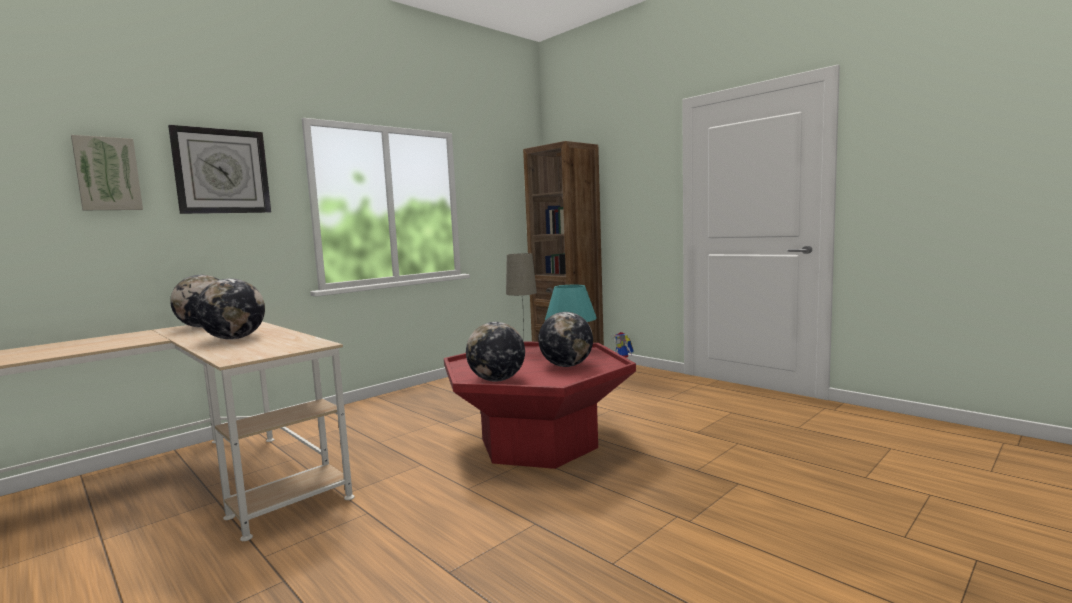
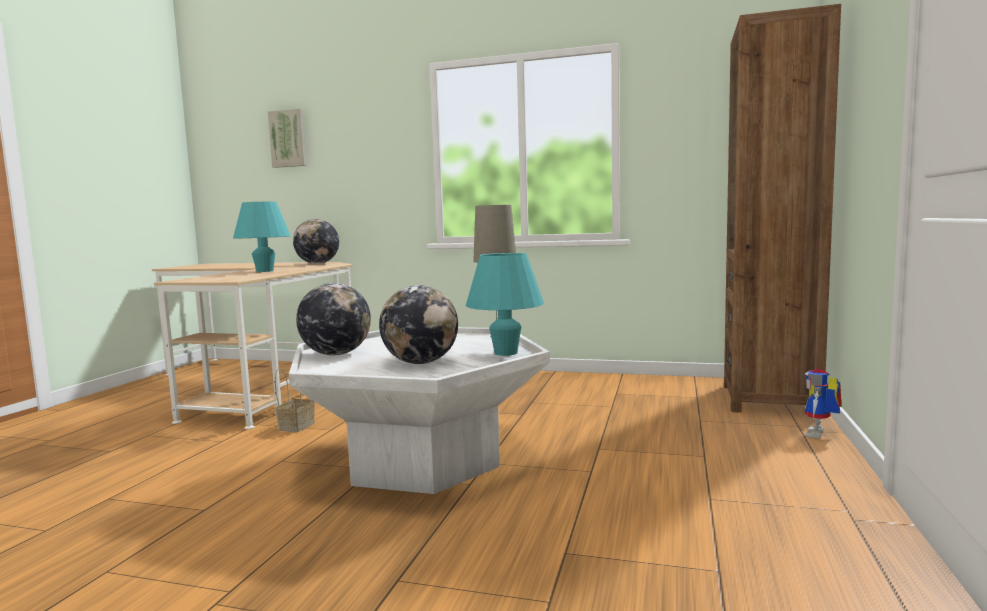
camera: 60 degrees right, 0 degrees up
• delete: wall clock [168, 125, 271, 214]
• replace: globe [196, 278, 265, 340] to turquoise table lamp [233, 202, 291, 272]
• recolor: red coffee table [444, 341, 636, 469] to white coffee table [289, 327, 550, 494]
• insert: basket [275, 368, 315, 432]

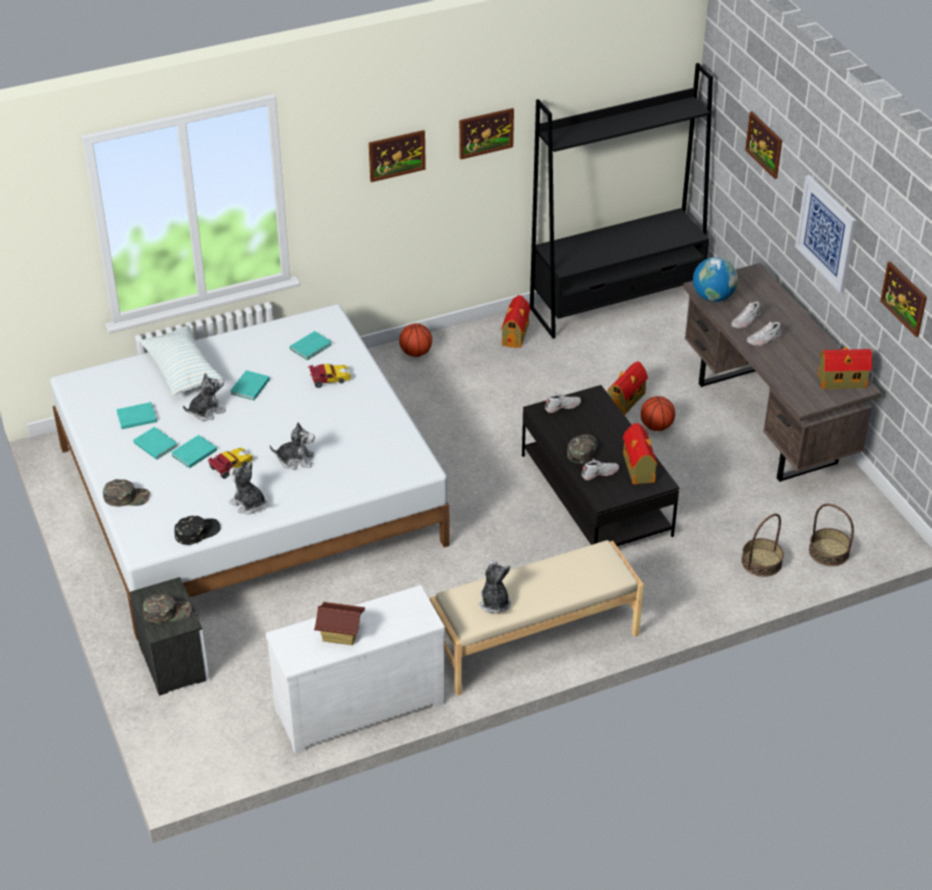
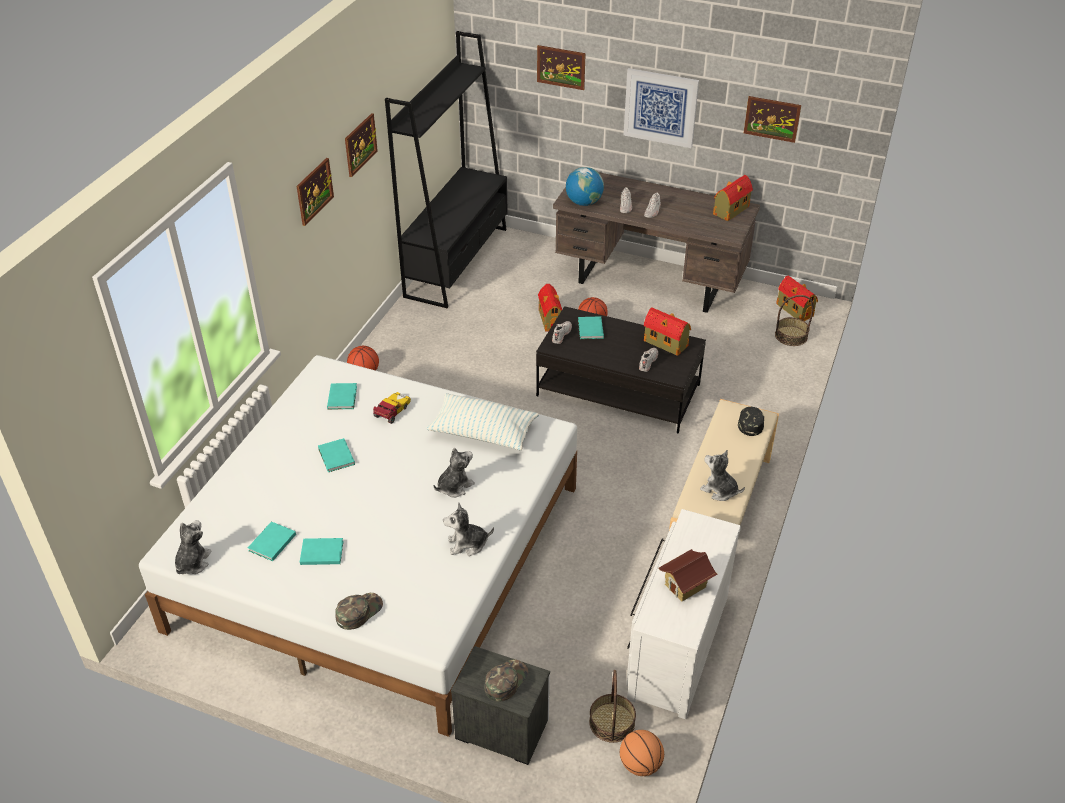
camera: 45 degrees left, 0 degrees up
• move: pillow [139, 325, 224, 395] to [426, 393, 539, 451]
• move: turquoise book [171, 435, 217, 468] to [578, 316, 604, 339]
• move: black cap [175, 516, 221, 545] to [738, 407, 764, 436]
• move: plush toy [183, 372, 226, 421] to [175, 520, 212, 574]
• delete: toy car [208, 447, 253, 479]
• move: toy house [501, 295, 530, 348] to [776, 275, 818, 321]
• delete: green cap [567, 435, 598, 464]
• move: basket [741, 514, 784, 577] to [589, 670, 636, 743]
• insert: basketball [620, 730, 664, 776]

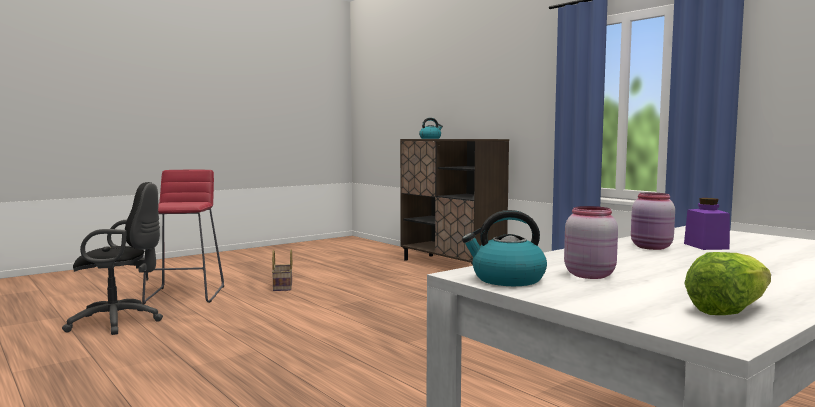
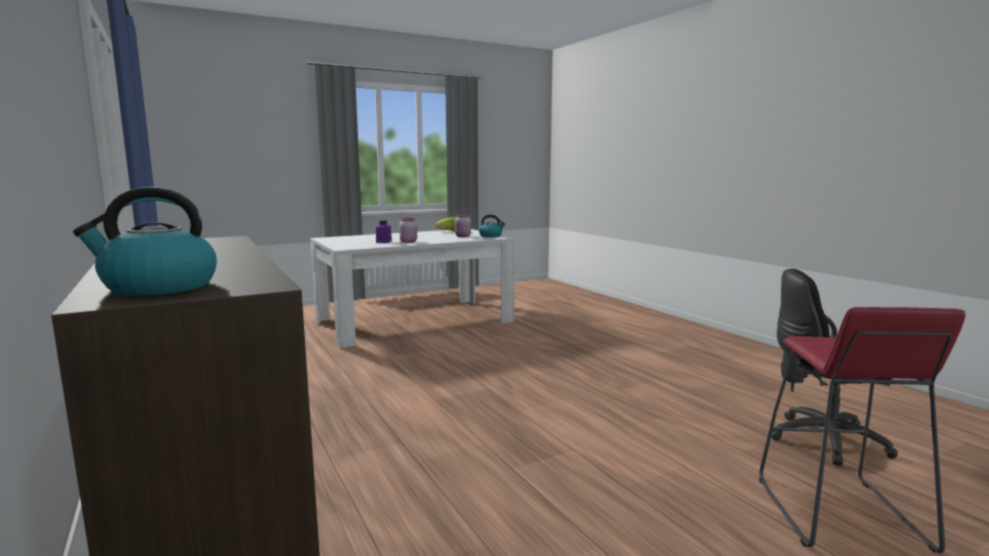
camera: 170 degrees left, 5 degrees up
• delete: basket [272, 249, 293, 291]

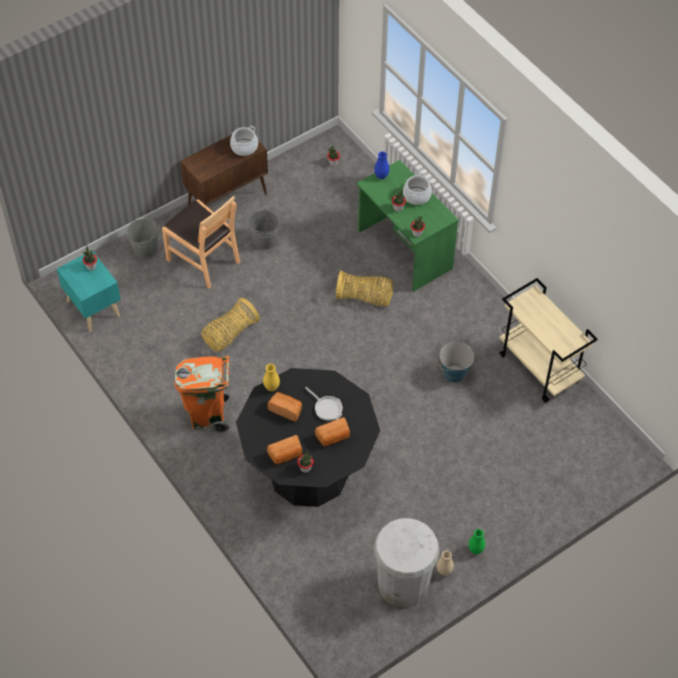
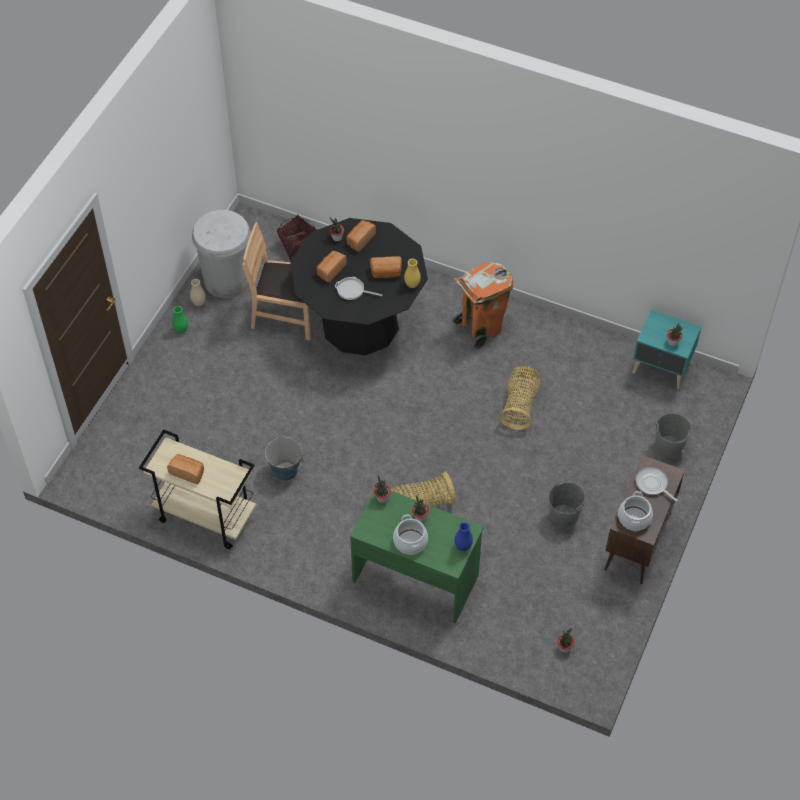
camera: 150 degrees right, 0 degrees up
• move: brown chair [162, 196, 240, 288] to [242, 222, 311, 340]
• insert: bread [167, 454, 204, 484]
• insert: basket [277, 215, 316, 260]
• insert: frying pan [636, 467, 678, 502]

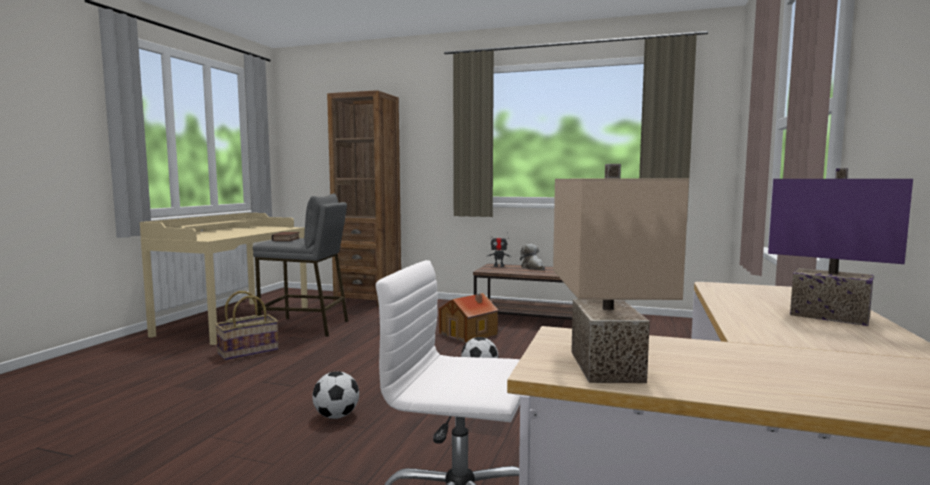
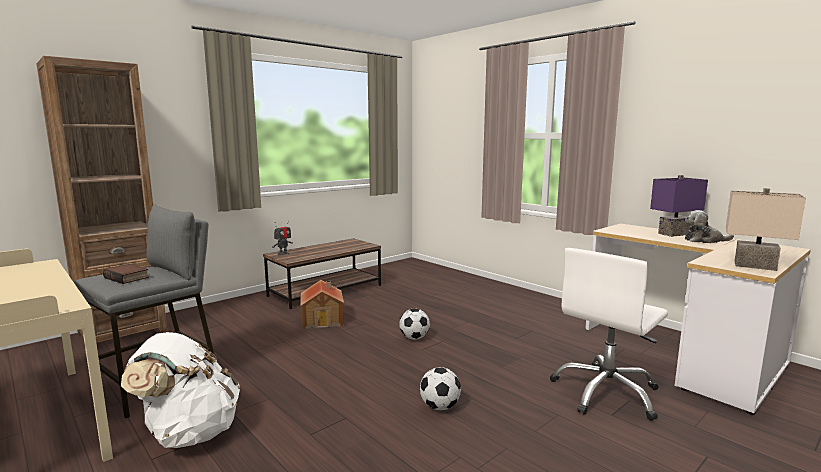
camera: 60 degrees left, 5 degrees up
• replace: basket [215, 291, 278, 361] to white backpack [121, 332, 240, 448]
• move: plush toy [520, 244, 545, 270] to [685, 210, 734, 243]

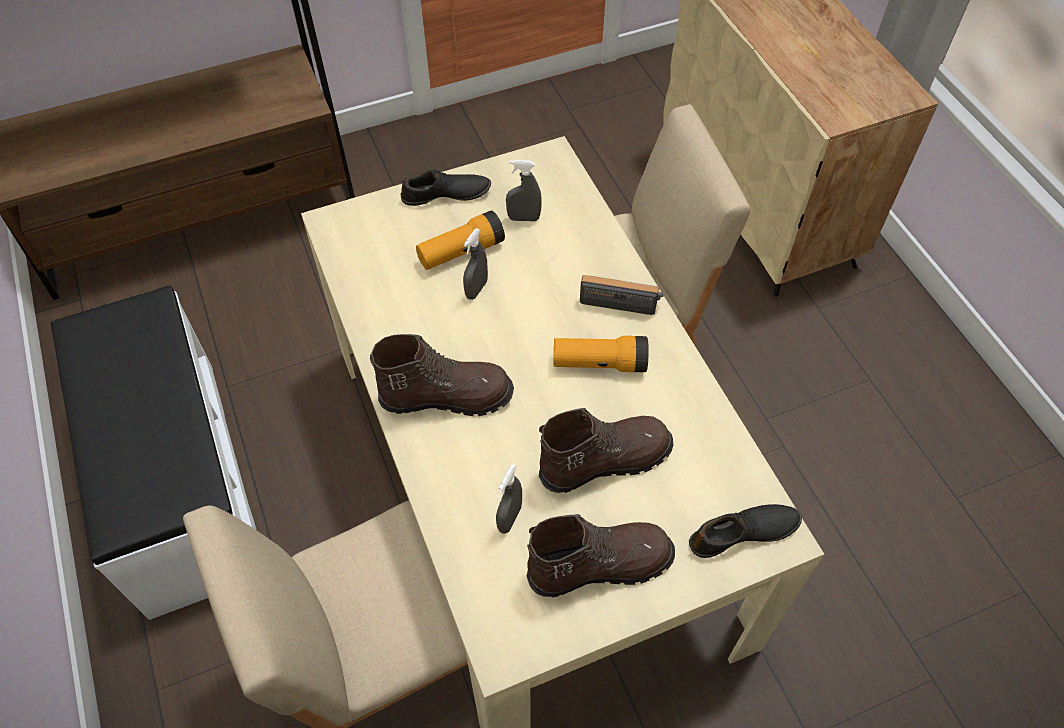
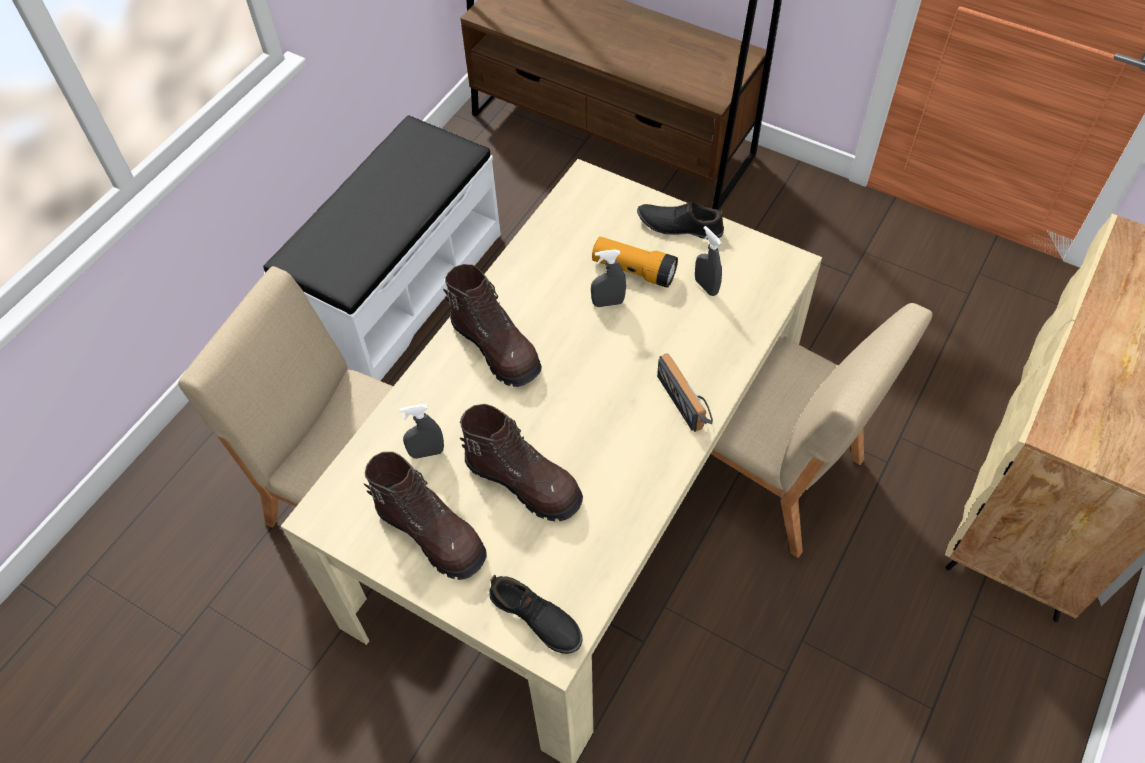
camera: 55 degrees right, 0 degrees up
• rotate: black shoe [401, 169, 491, 206] = [637, 202, 724, 239] 150 degrees clockwise
• delete: flashlight [554, 336, 649, 372]

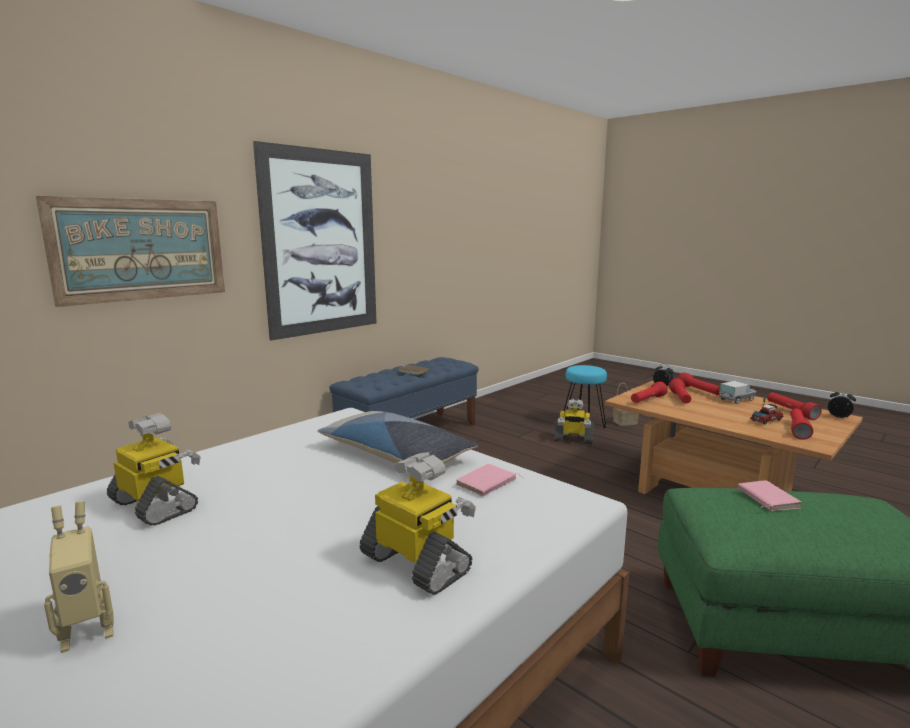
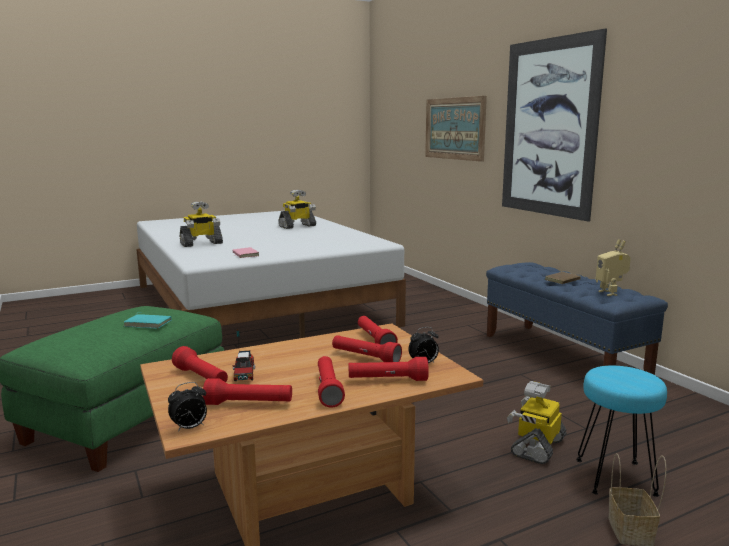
camera: 110 degrees right, 0 degrees up
• move: toy robot [44, 501, 114, 653] to [596, 239, 631, 296]
• delete: pillow [317, 411, 478, 464]
• replace: toy truck [719, 381, 756, 404] to red flashlight [318, 356, 345, 408]
• recolor: pink book [738, 480, 801, 511] to turquoise book [124, 312, 172, 329]

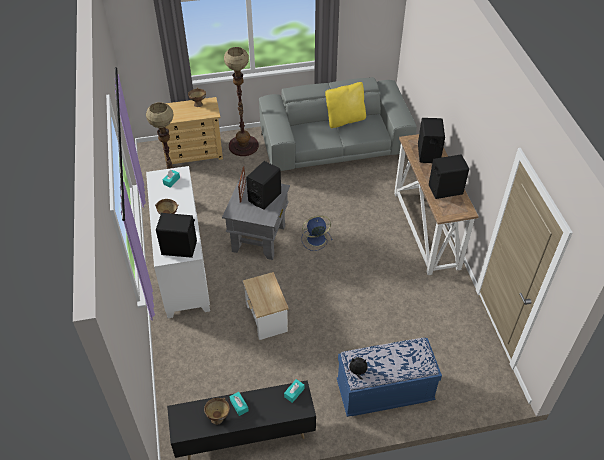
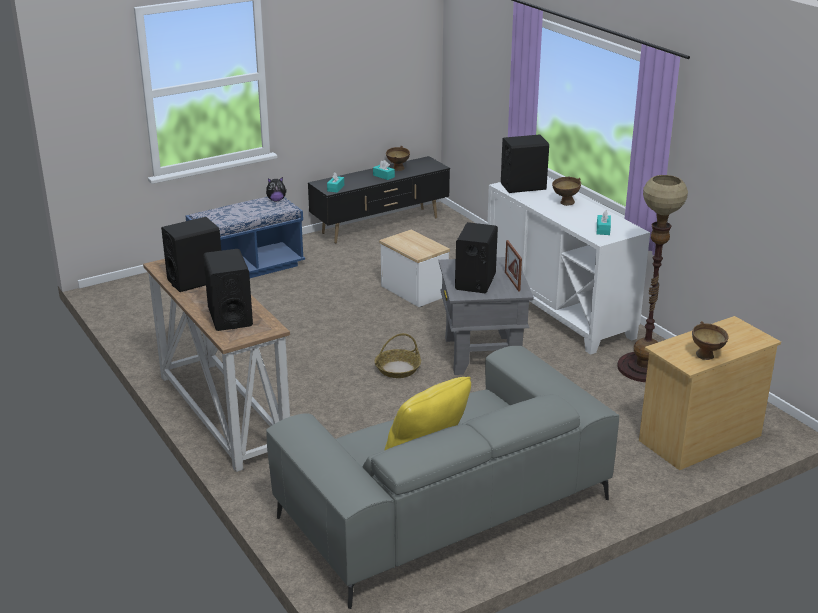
camera: 160 degrees right, 20 degrees down
• delete: floor lamp [224, 47, 259, 156]
• replace: blue fan [301, 215, 333, 251] to basket [375, 333, 421, 378]

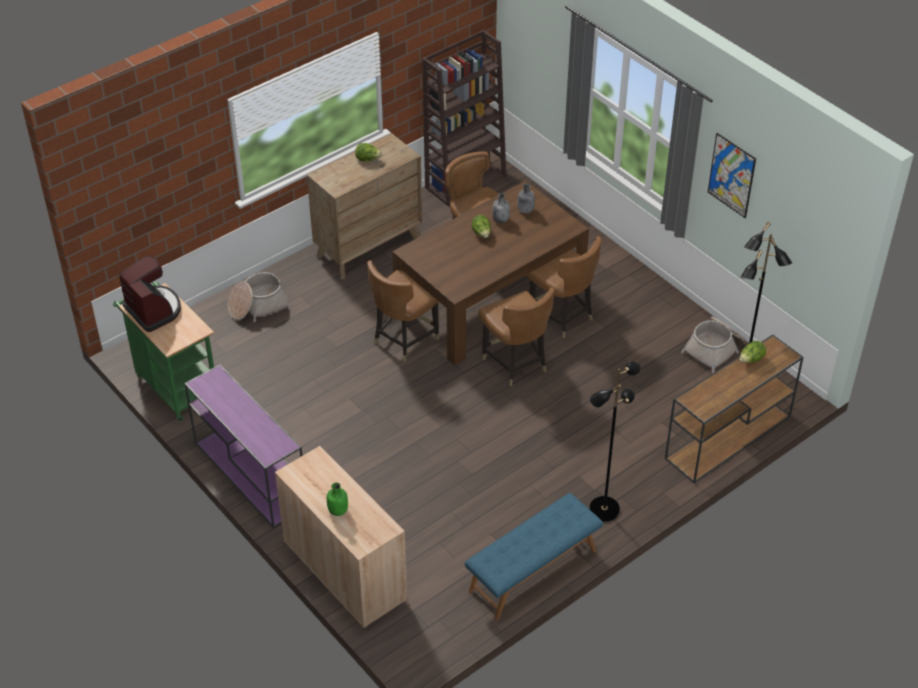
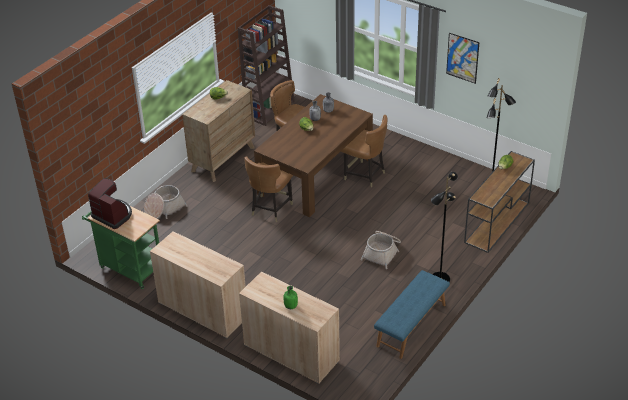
camera: 15 degrees left, 5 degrees down
• replace: purple console table [184, 364, 303, 528] to beige cabinet [150, 231, 246, 338]
• delete: brown chair [478, 288, 554, 386]
• move: basket [681, 317, 745, 373] to [361, 231, 401, 269]

